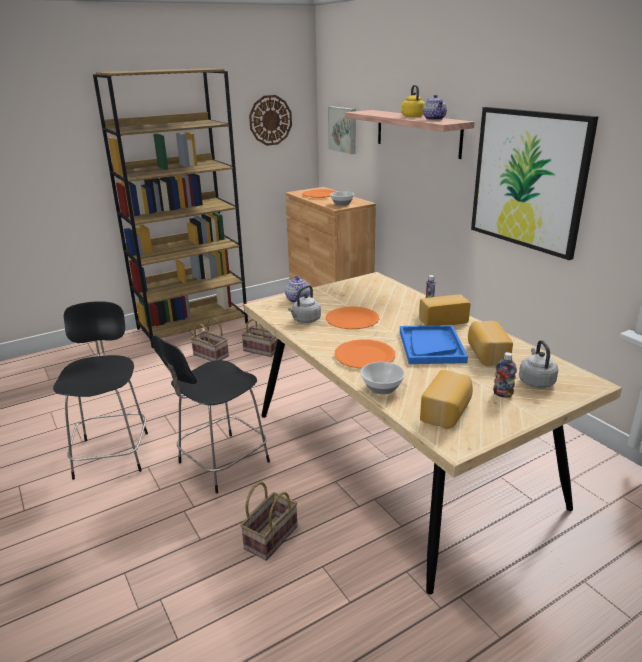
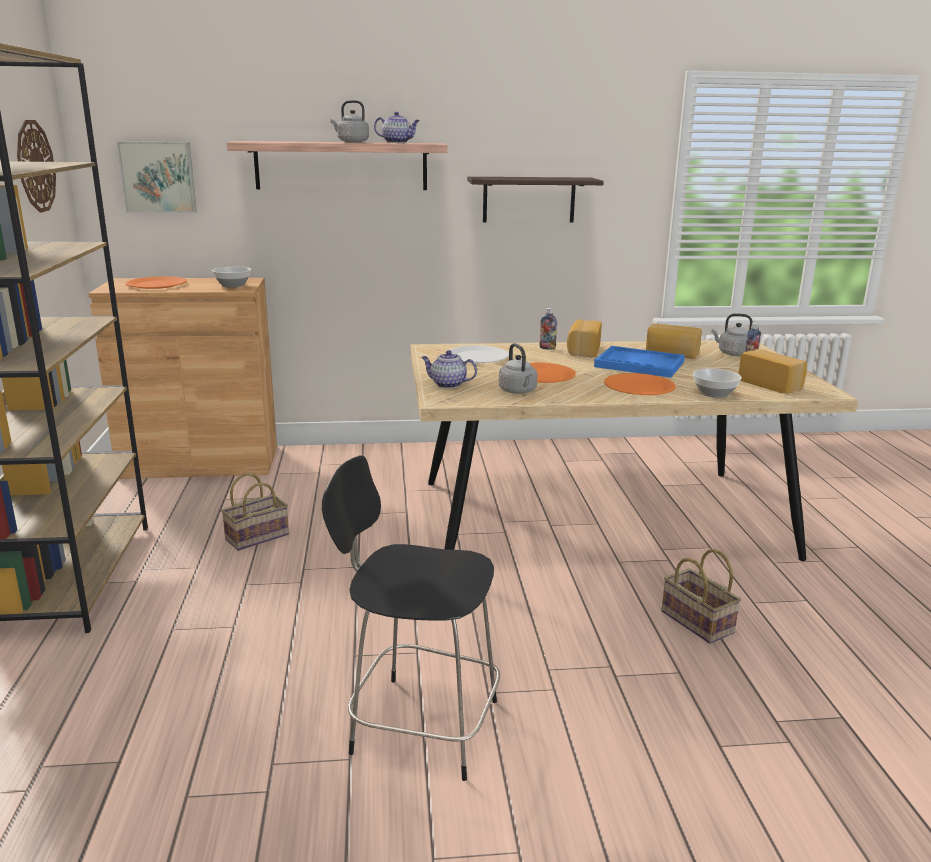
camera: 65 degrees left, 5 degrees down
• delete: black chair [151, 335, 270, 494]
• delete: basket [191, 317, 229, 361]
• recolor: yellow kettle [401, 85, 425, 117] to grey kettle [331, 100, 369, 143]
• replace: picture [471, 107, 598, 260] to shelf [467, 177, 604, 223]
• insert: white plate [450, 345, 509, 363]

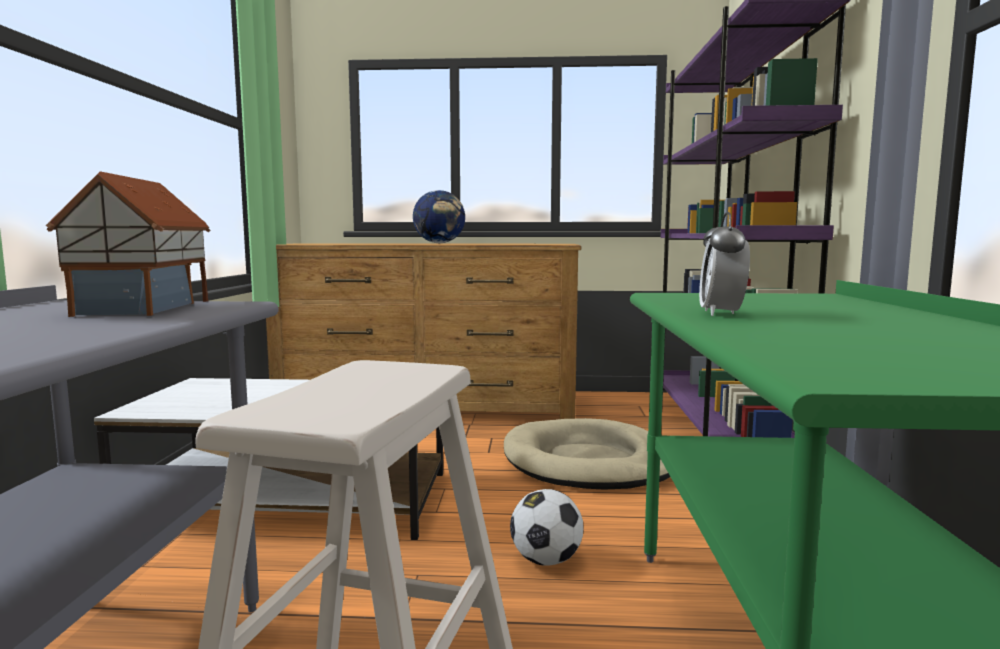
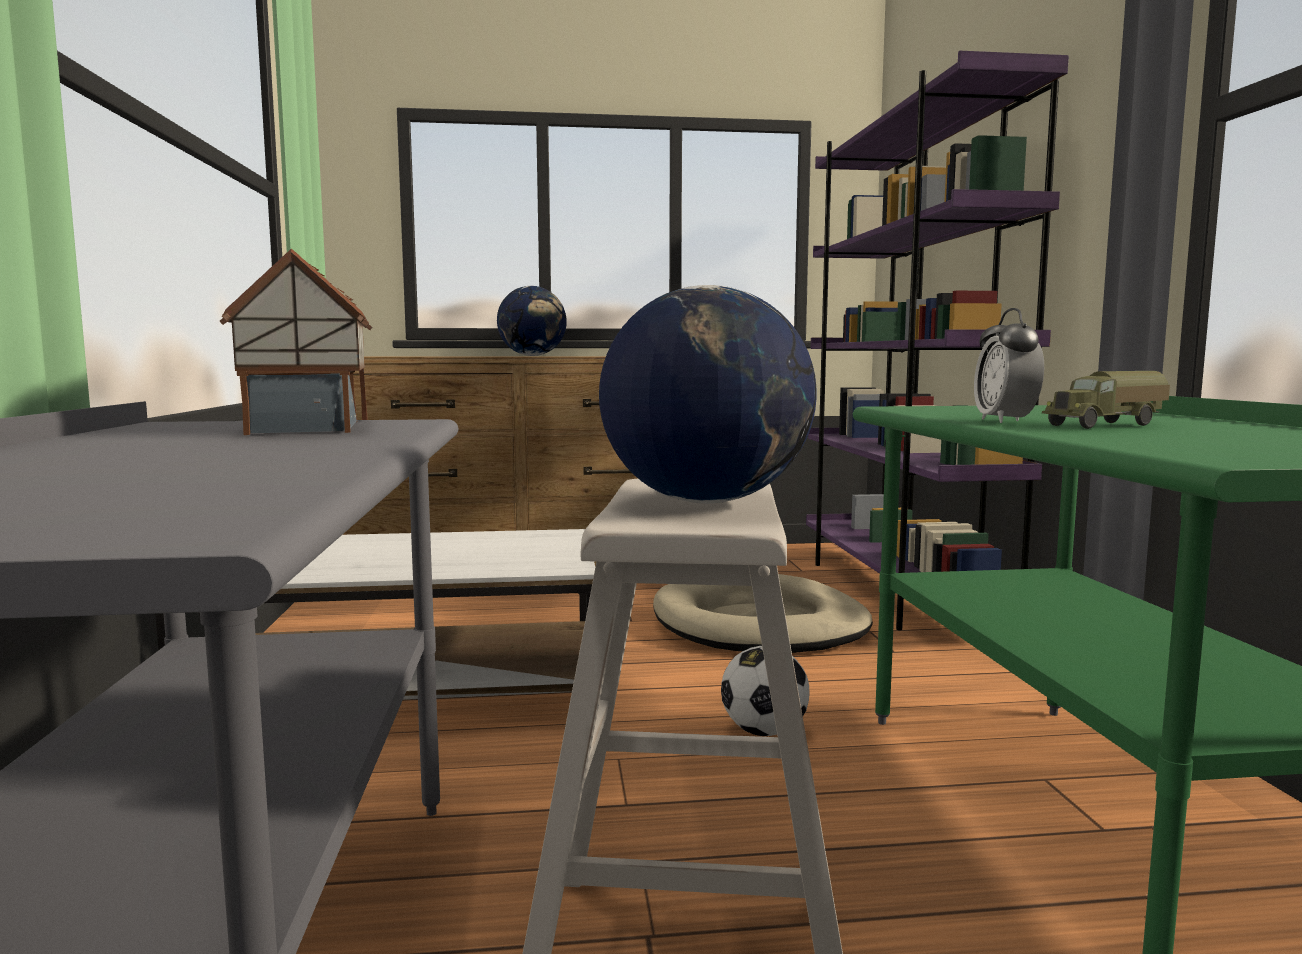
camera: 10 degrees left, 0 degrees up
• insert: globe [599, 285, 817, 503]
• insert: toy truck [1042, 371, 1170, 429]

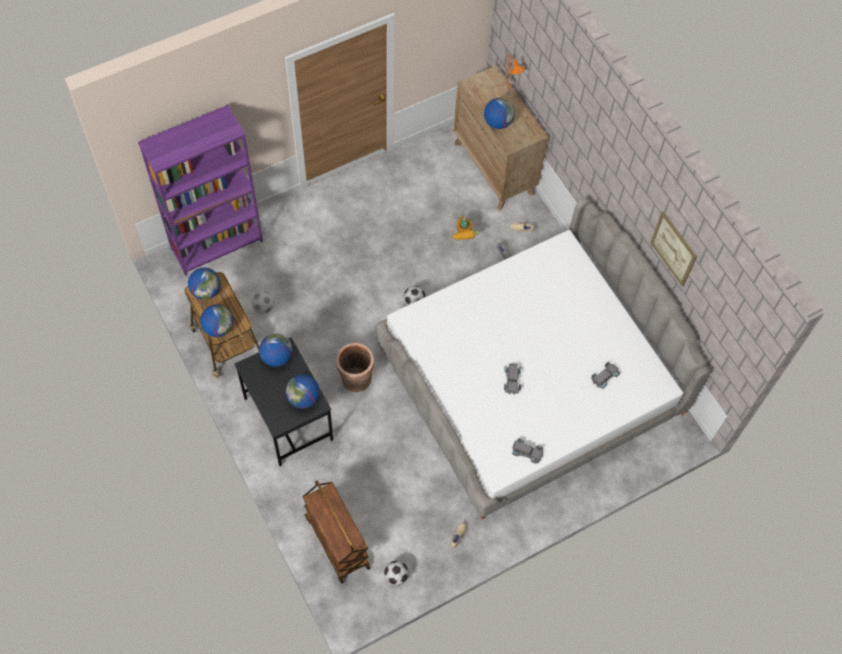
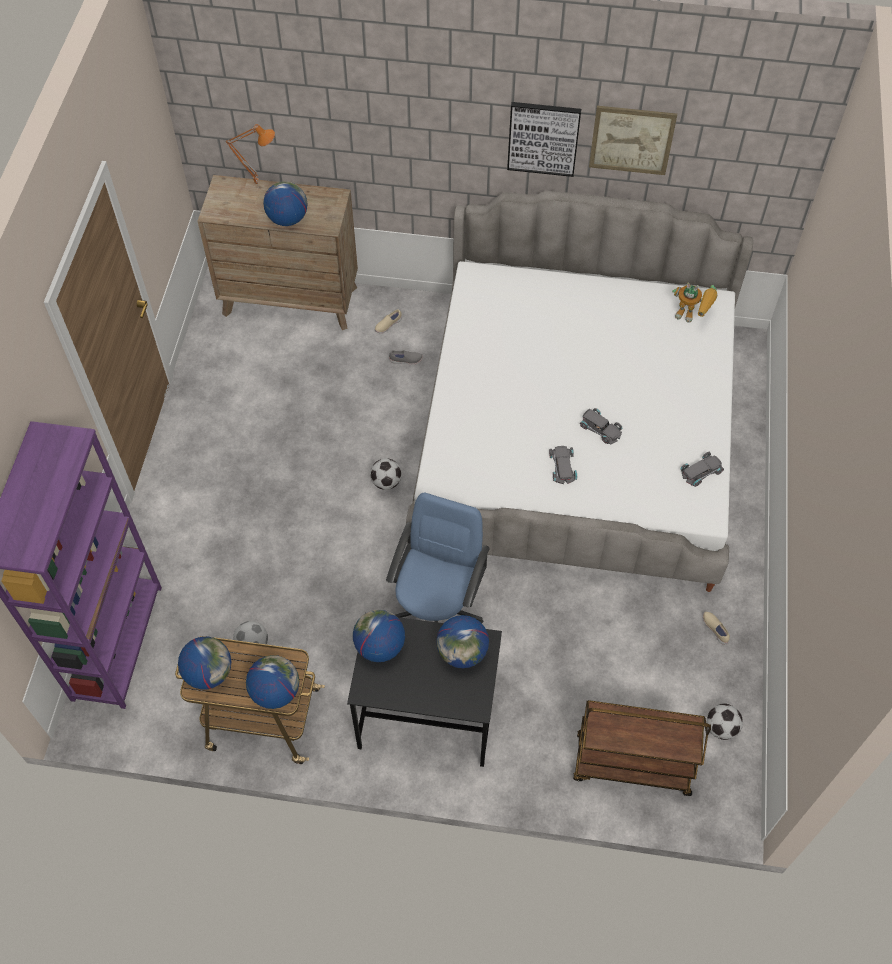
camera: 50 degrees left, 5 degrees down
• replace: basket [336, 343, 374, 392] to blue office chair [386, 493, 490, 623]
• move: toy robot [452, 215, 479, 241] to [672, 282, 717, 323]
• move: grey toy car [591, 361, 620, 389] to [549, 446, 577, 484]
• insert: picture [507, 102, 581, 177]

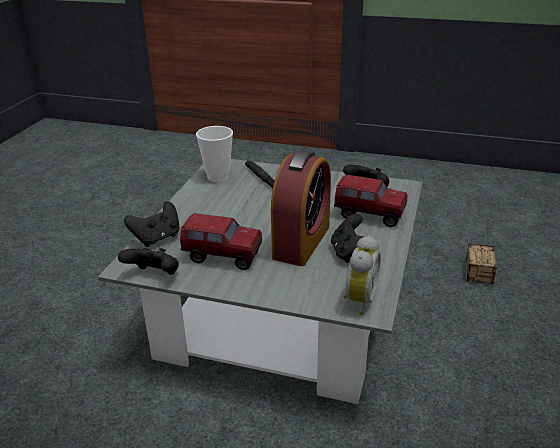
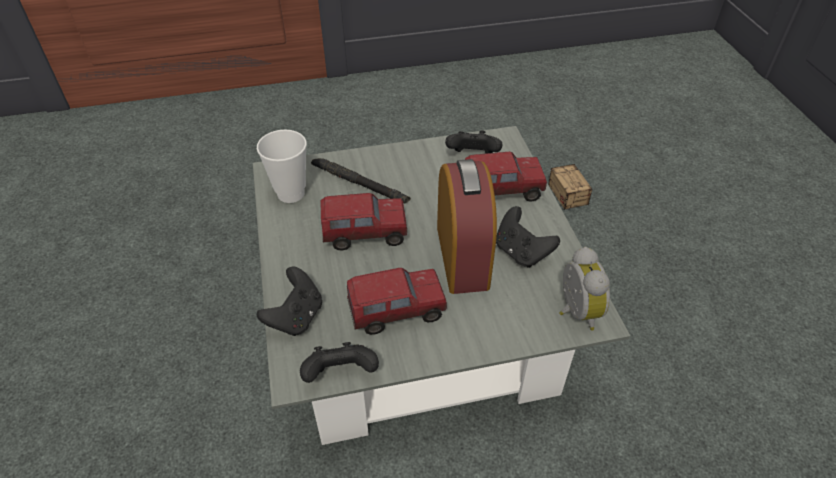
camera: 30 degrees left, 15 degrees up
• insert: toy truck [321, 193, 407, 251]

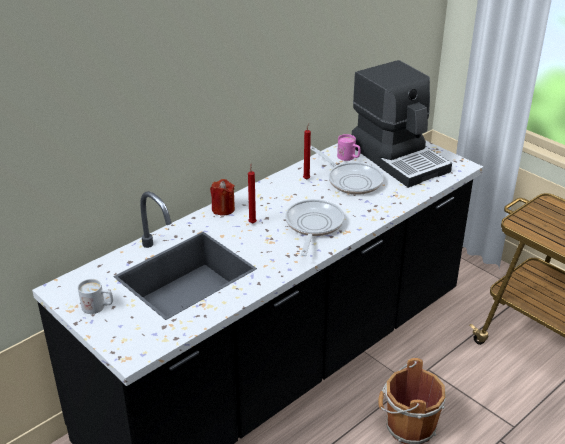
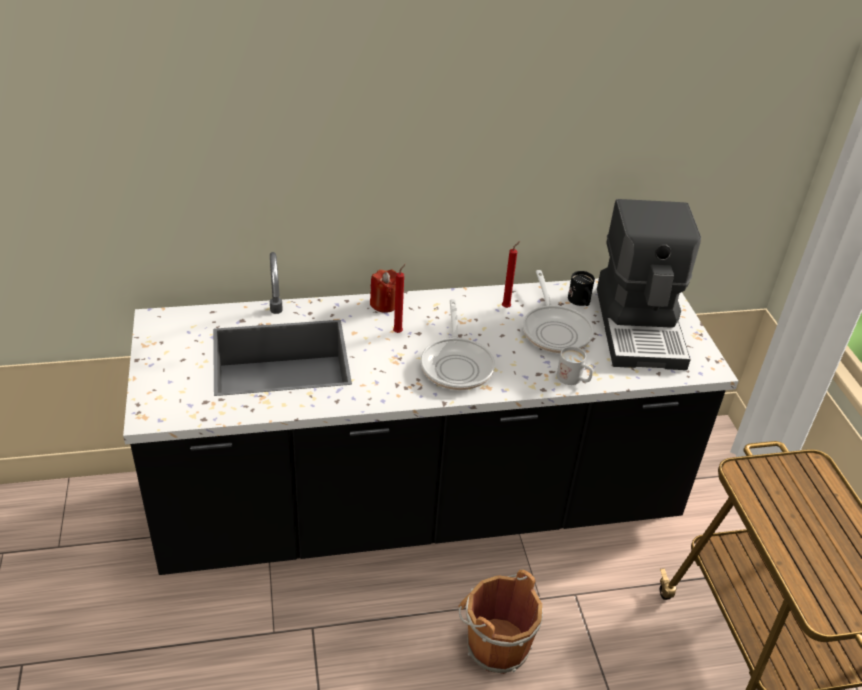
camera: 30 degrees right, 5 degrees up
• move: white mug [78, 279, 113, 314] to [557, 346, 593, 385]
• rotate: frying pan [285, 199, 344, 256] = [421, 299, 495, 390] 135 degrees clockwise
• recolor: pink mug [337, 134, 360, 161] to black mug [568, 271, 595, 306]

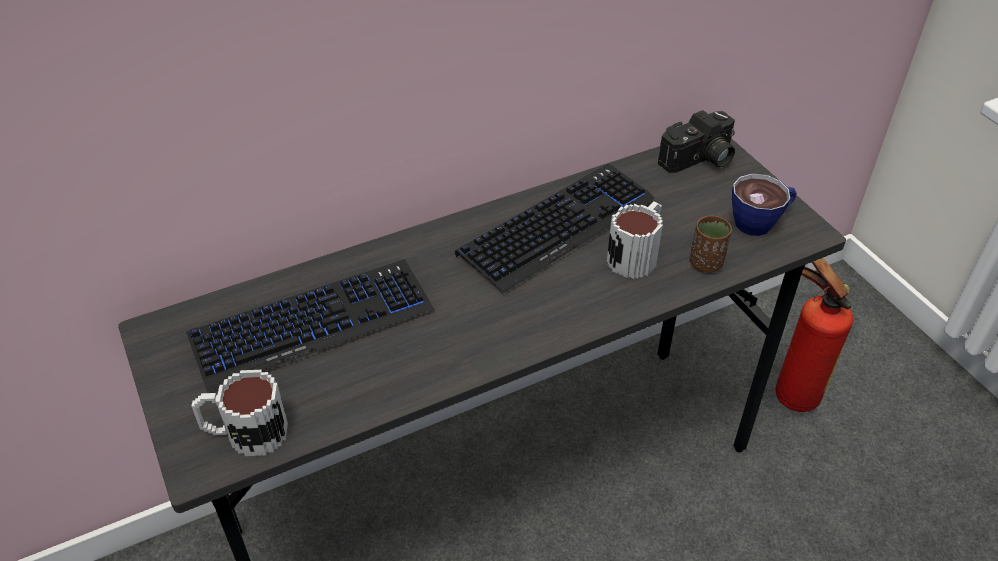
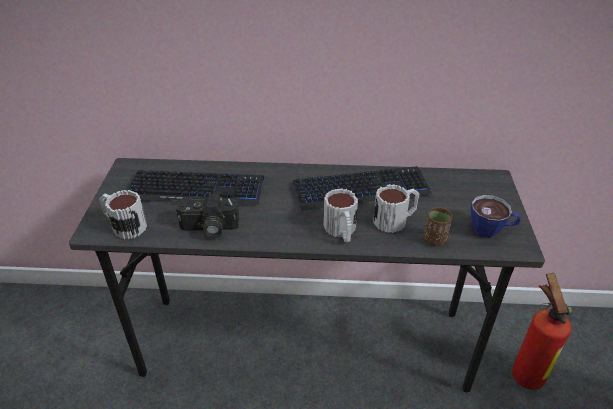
camera: 30 degrees right, 5 degrees down
• move: photo camera [658, 110, 735, 173] to [176, 194, 239, 239]
• insert: mug [324, 188, 358, 242]

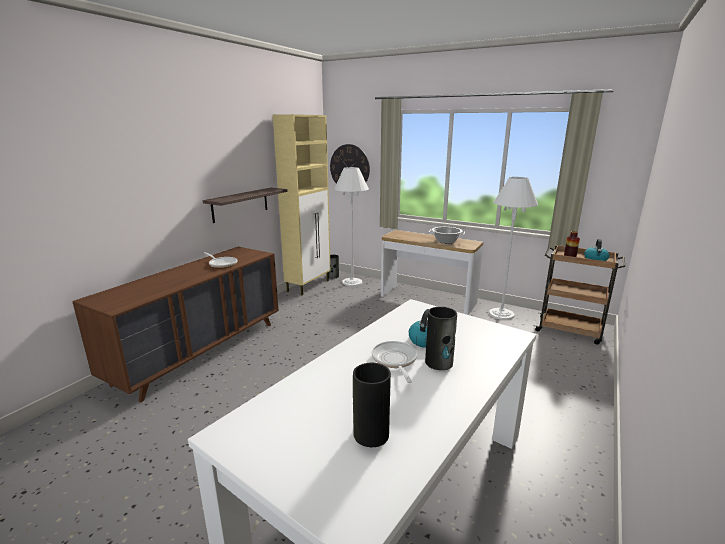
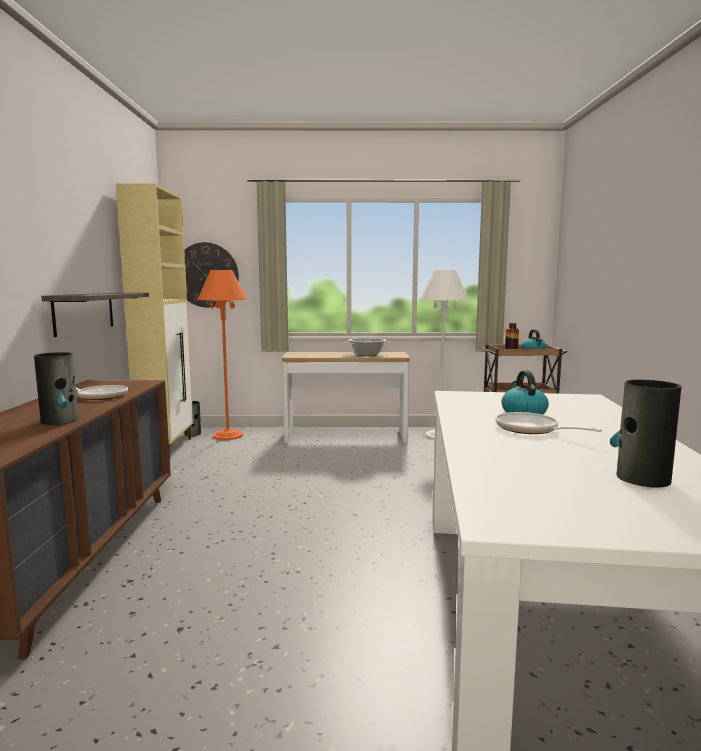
camera: 30 degrees left, 10 degrees down
• recolor: white floor lamp [334, 167, 369, 286] to orange floor lamp [197, 270, 247, 440]
• move: vase [425, 307, 457, 370] to [34, 352, 78, 425]

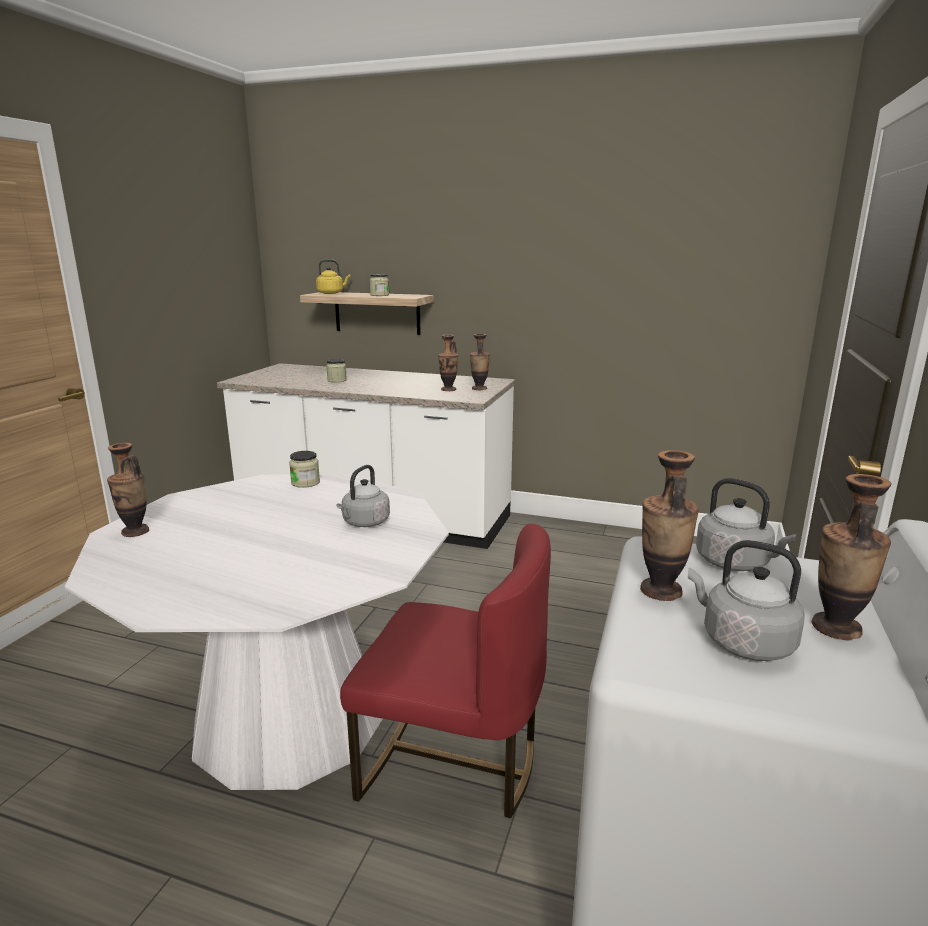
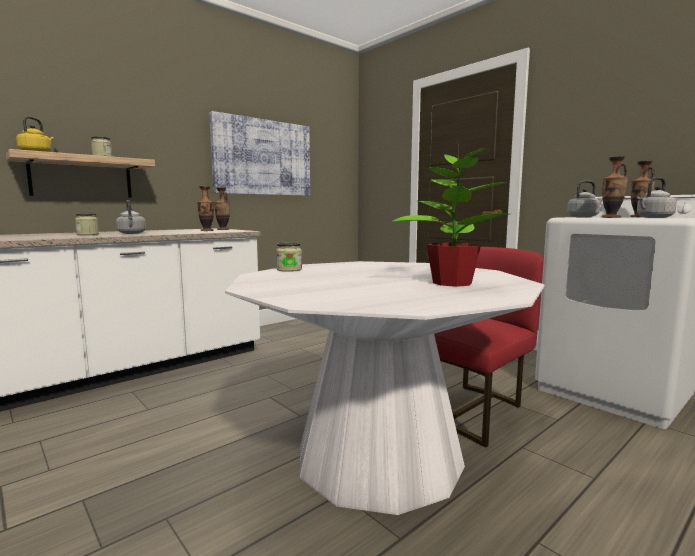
camera: 60 degrees left, 10 degrees down
• delete: vase [107, 443, 149, 537]
• move: grey kettle [337, 465, 390, 527] to [116, 200, 146, 234]
• insert: picture [209, 111, 310, 196]
• insert: potted plant [392, 141, 511, 287]

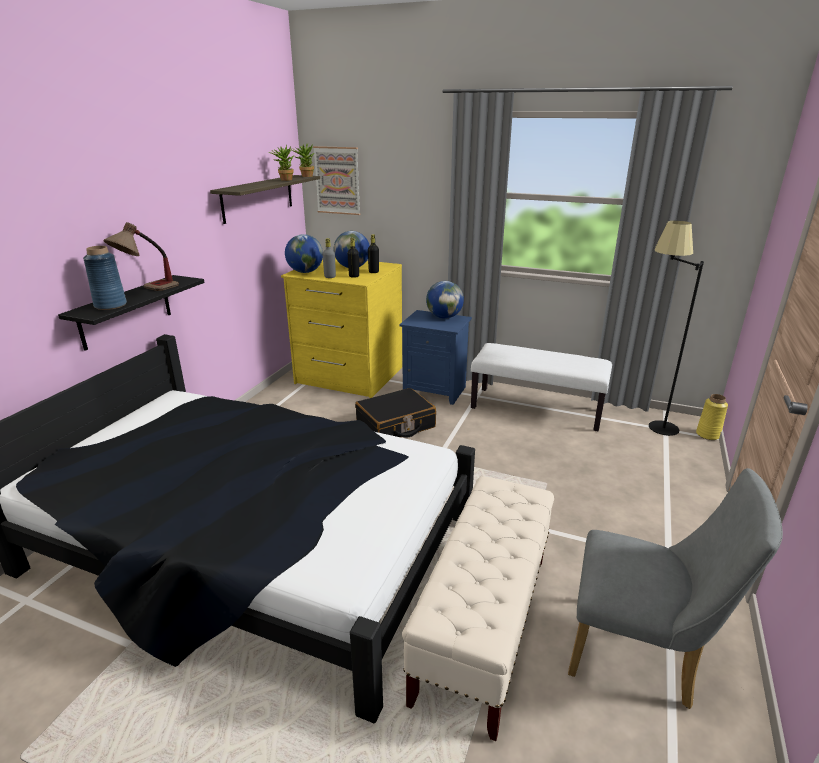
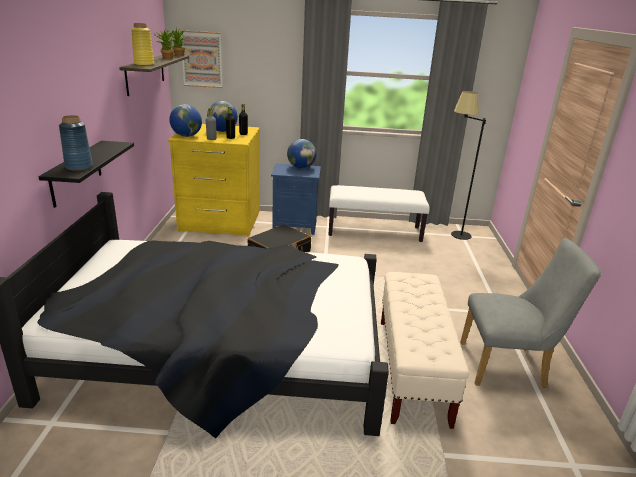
camera: 20 degrees left, 0 degrees up
• delete: table lamp [103, 222, 179, 291]
• move: yellow vase [696, 394, 728, 440] to [131, 23, 154, 66]

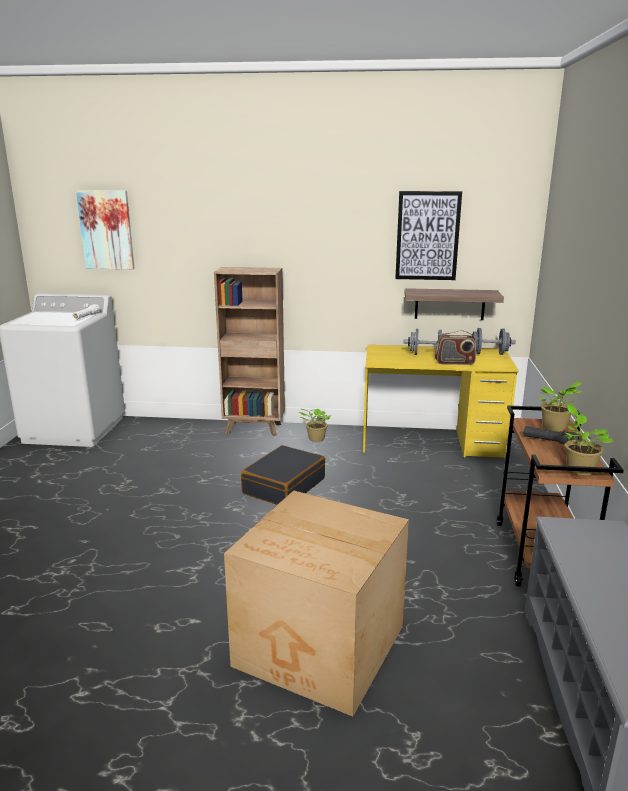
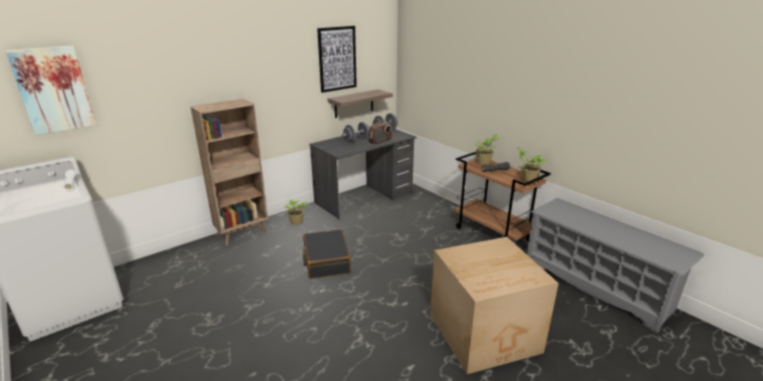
camera: 45 degrees left, 5 degrees up
• recolor: yellow desk [363, 345, 519, 459] to grey desk [309, 129, 416, 219]

